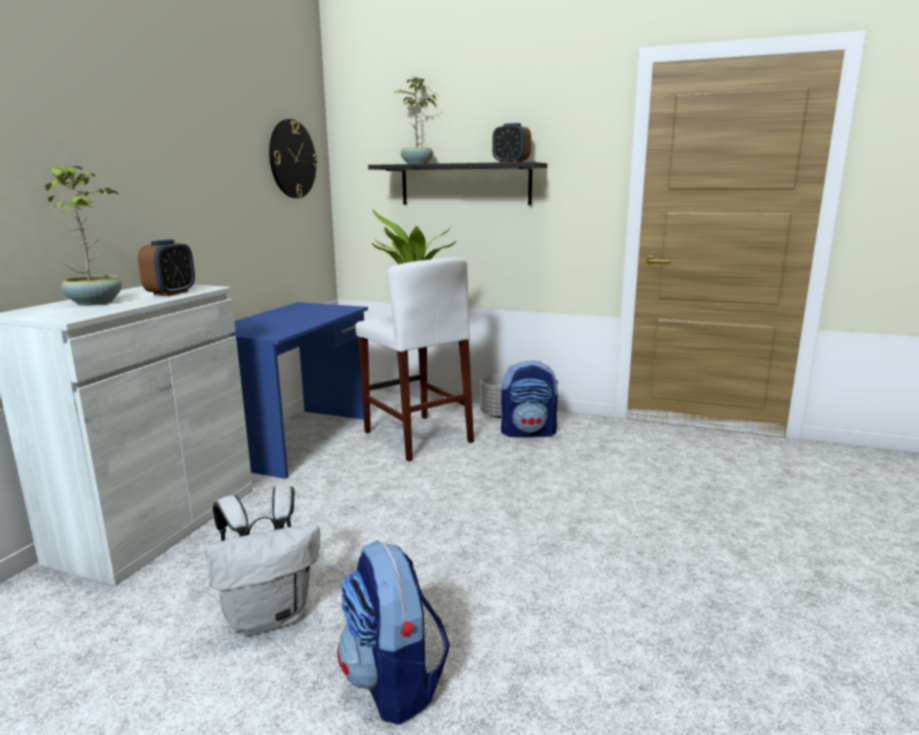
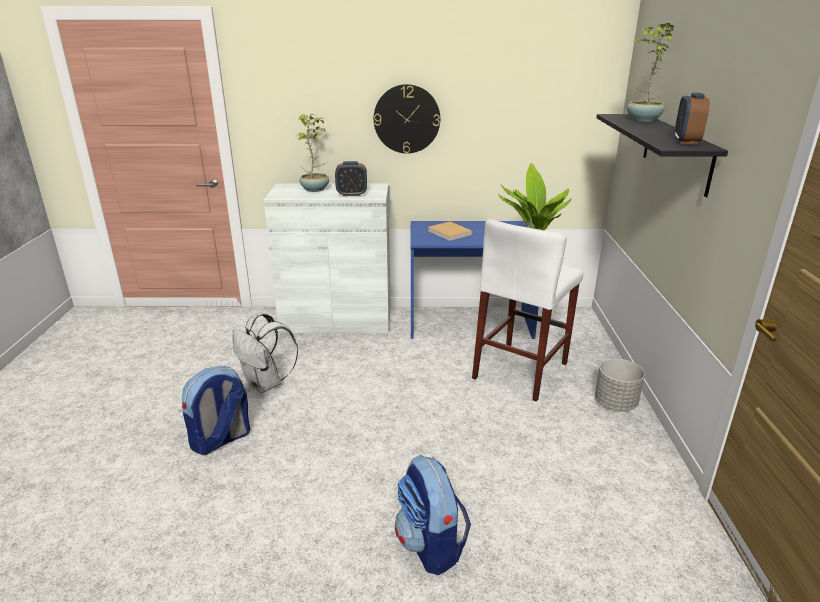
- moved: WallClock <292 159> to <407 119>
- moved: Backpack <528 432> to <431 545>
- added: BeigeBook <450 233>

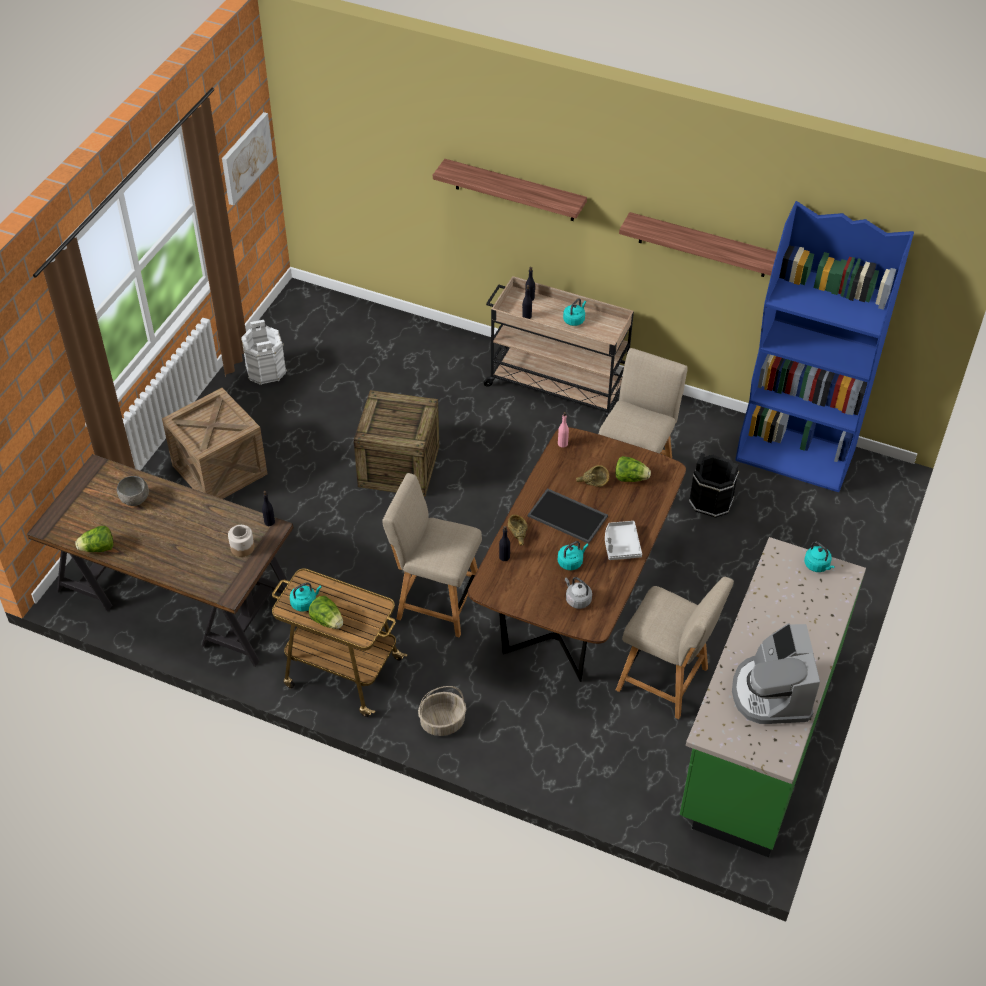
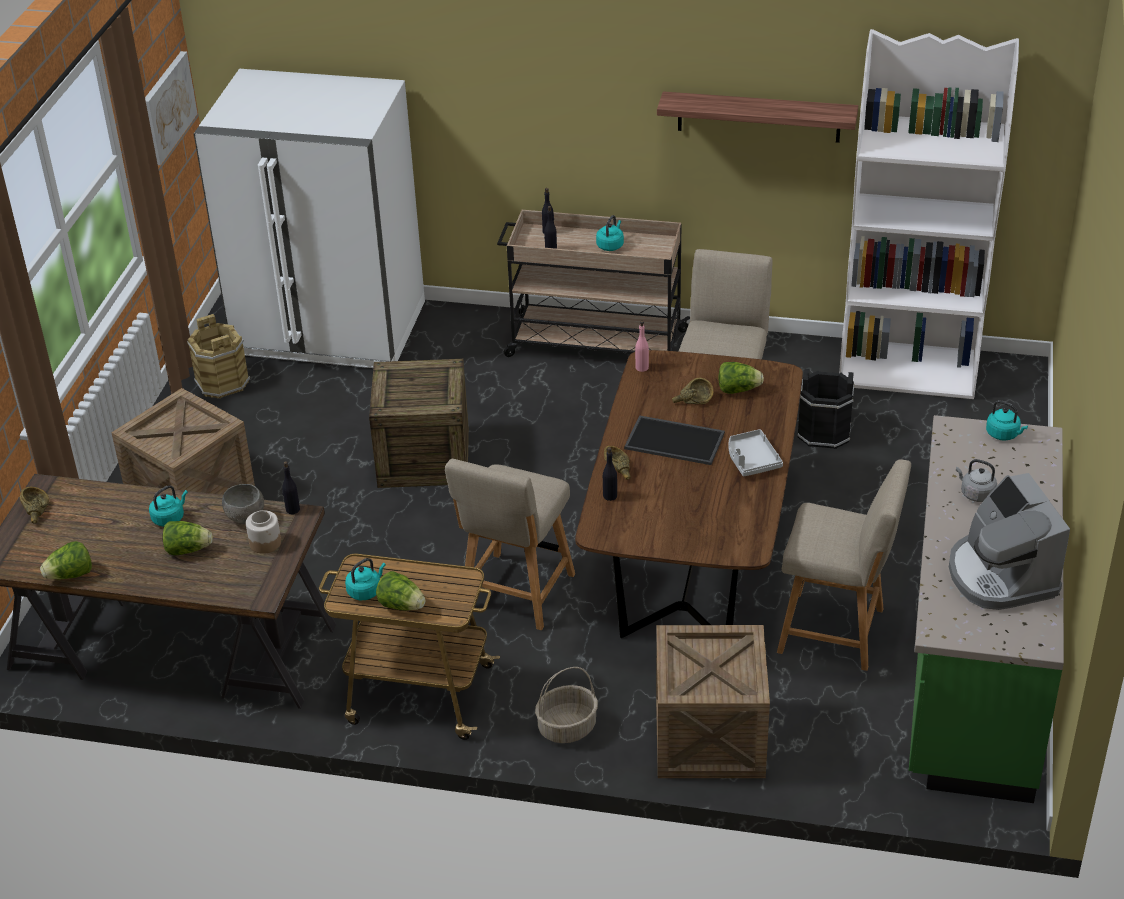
- added: BrownBowl <37 512>
- moved: TurquoiseKettle <571 562> to <170 518>
- added: Lettuce <188 550>
- recoloured: WhiteBucket <266 370> to BrownBucket <223 382>
- added: WhiteFridge <330 330>
- moved: GreyBowl <135 500> to <246 518>
- turned: BeigeChair <435 601> = <515 595> 75 degrees counterclockwise
- added: Crate <709 737>
- recoloured: BlueBookcase <796 455> to WhiteBookcase <909 369>
- moved: GreyKettle <577 600> to <975 494>
- removed: Shelf <514 190>

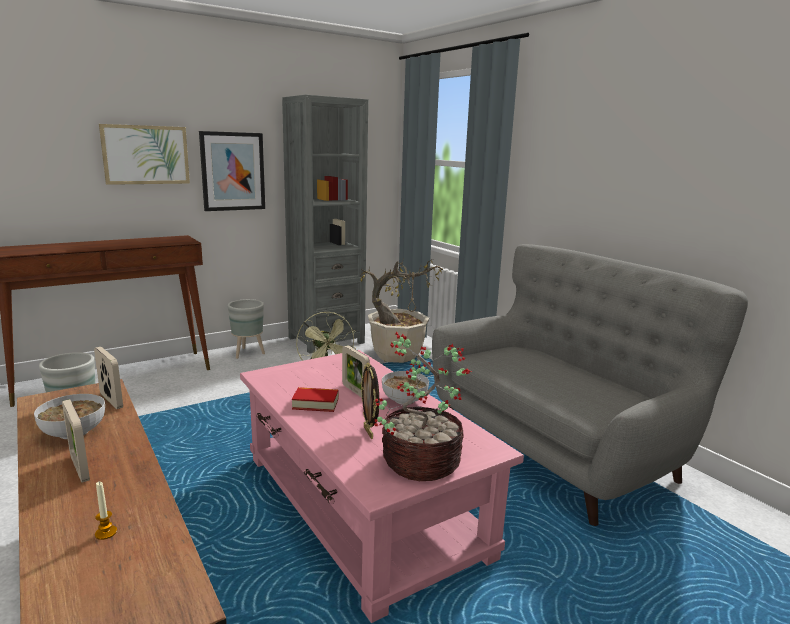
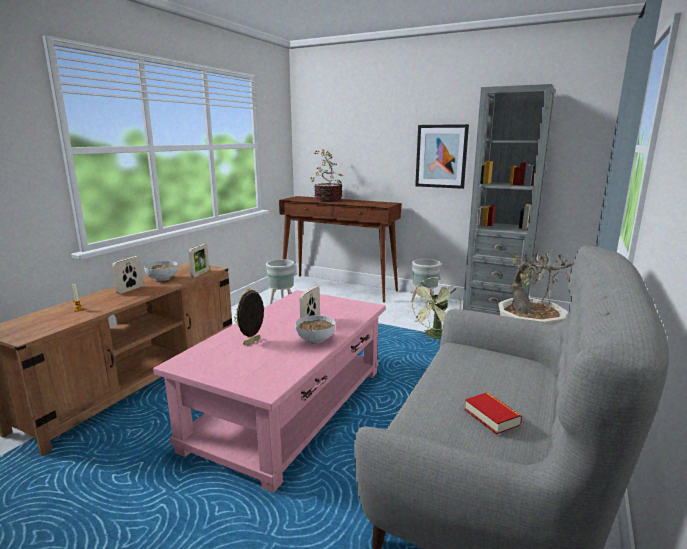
- moved: PottedPlant <418 463> to <327 200>
- moved: Book <315 404> to <491 417>
- removed: Picture <146 155>

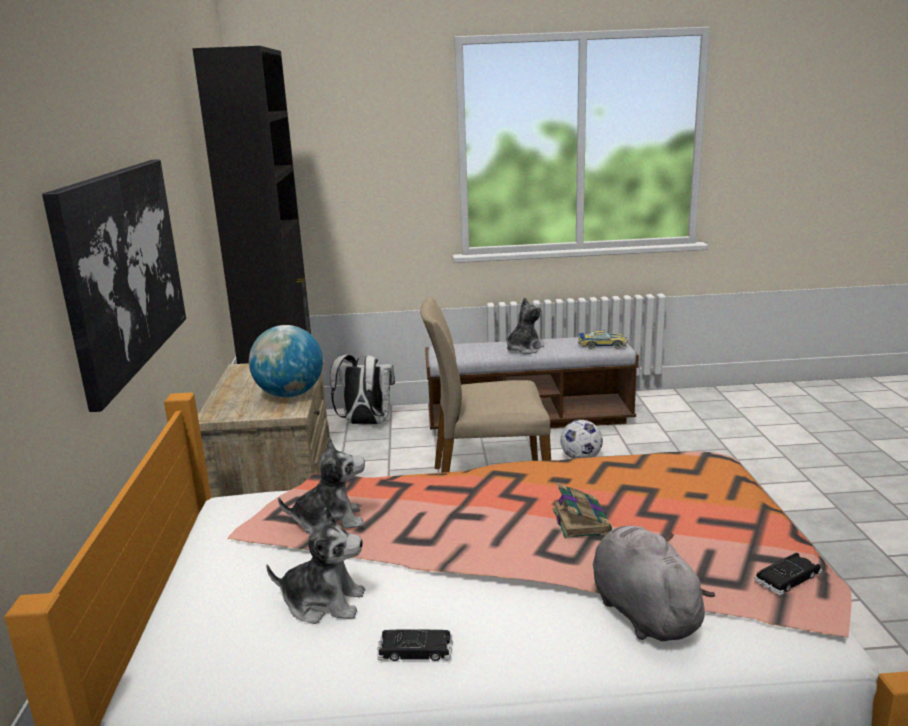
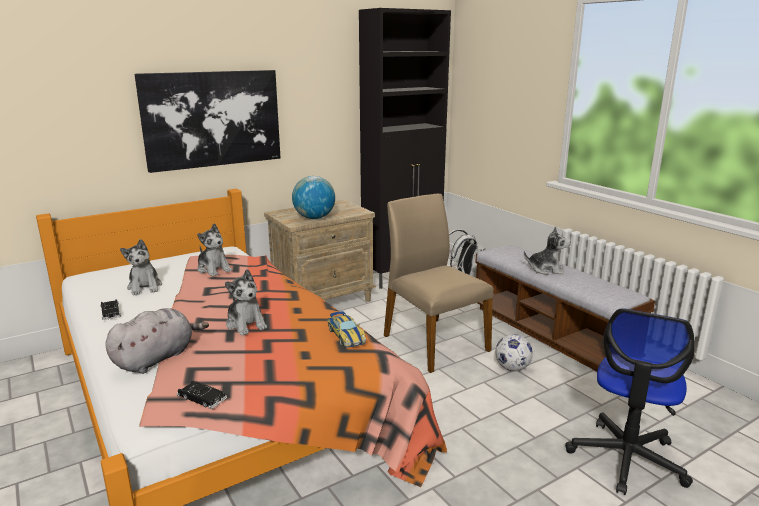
- replaced: Book <580 520> to PlushToy <246 324>
- moved: ToyCar <602 345> to <346 335>
- added: OfficeChair <626 458>

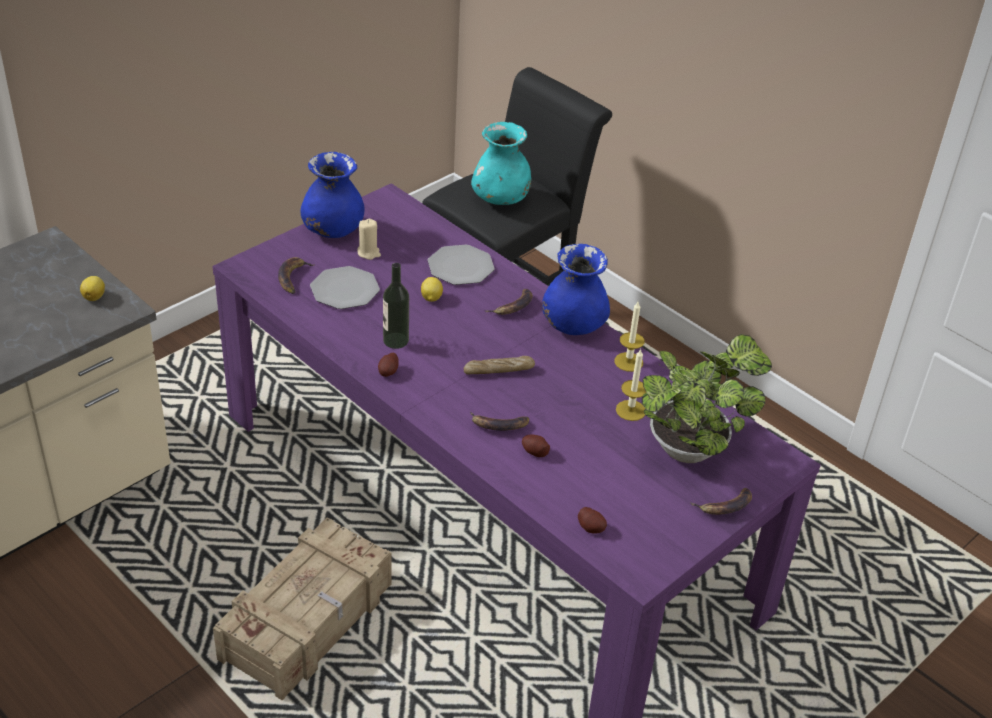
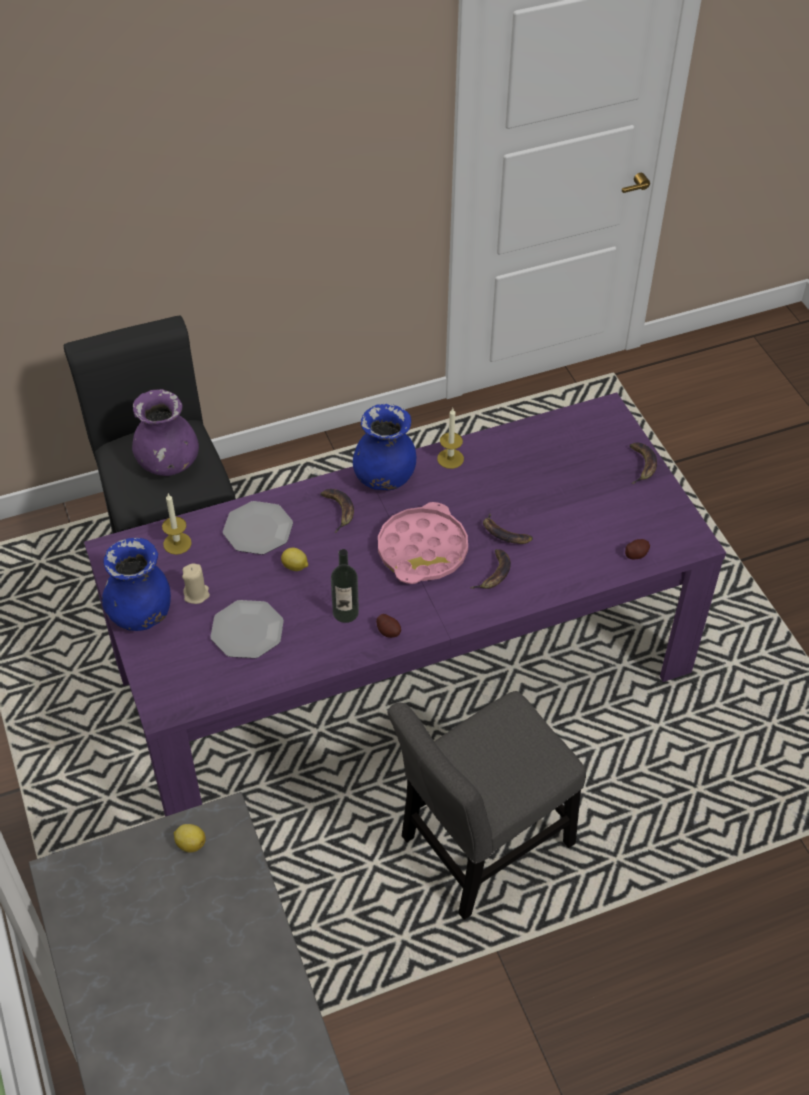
- recoloured: TurquoiseVase <500 199> to PurpleVase <168 463>
- moved: Candle <630 410> to <177 543>
- replaced: Bread <498 370> to PinkTray <422 550>
- replaced: Crate <309 621> to GreyChair <481 847>
- moved: Banana <293 278> to <504 534>
- removed: Potato <534 452>
- removed: PottedPlant <691 446>

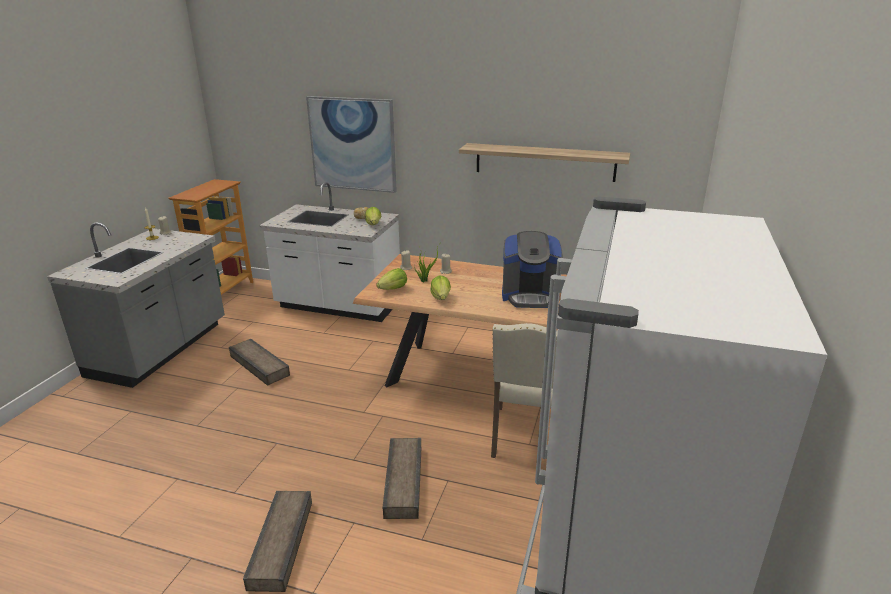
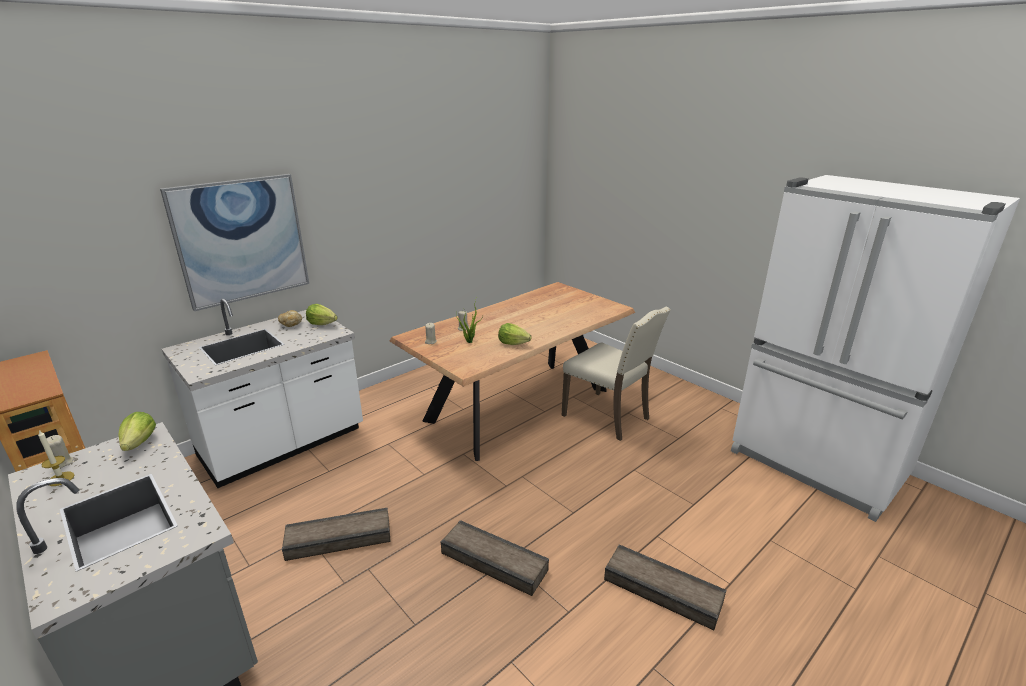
- moved: Lettuce <393 289> to <140 443>
- moved: Crate <405 481> to <494 560>
- removed: Shelf <544 162>
- removed: CoffeeMachine <530 296>

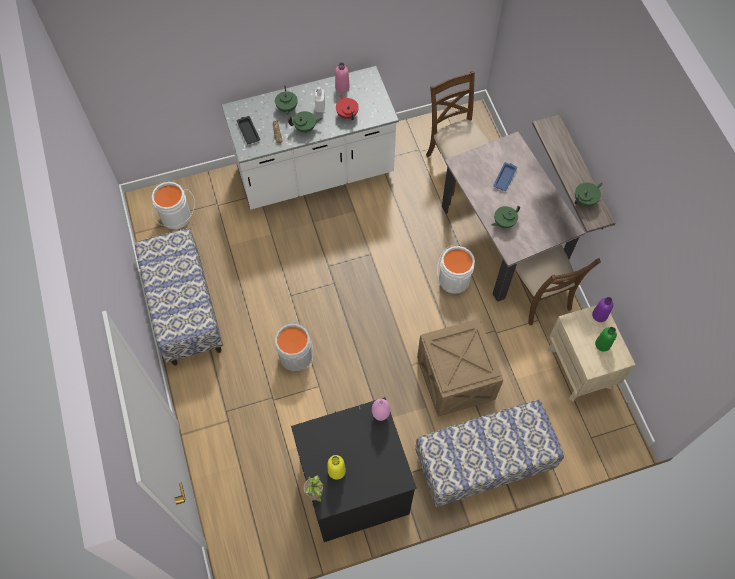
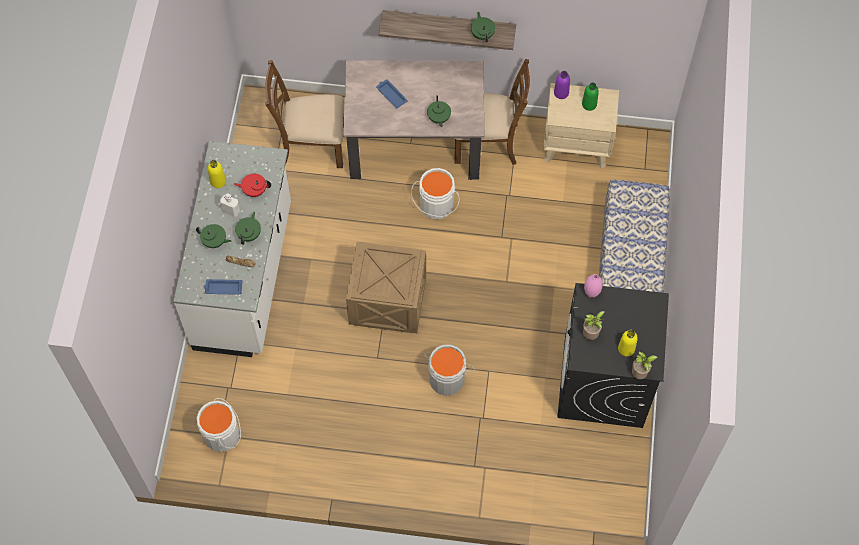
- recoloured: BlackTray <248 131> to BlueTray <223 288>
- recoloured: PinkBottle <342 87> to YellowBottle <218 181>
- moved: Crate <455 377> to <386 301>
- added: PottedPlant <591 335>
- removed: Bench <184 309>

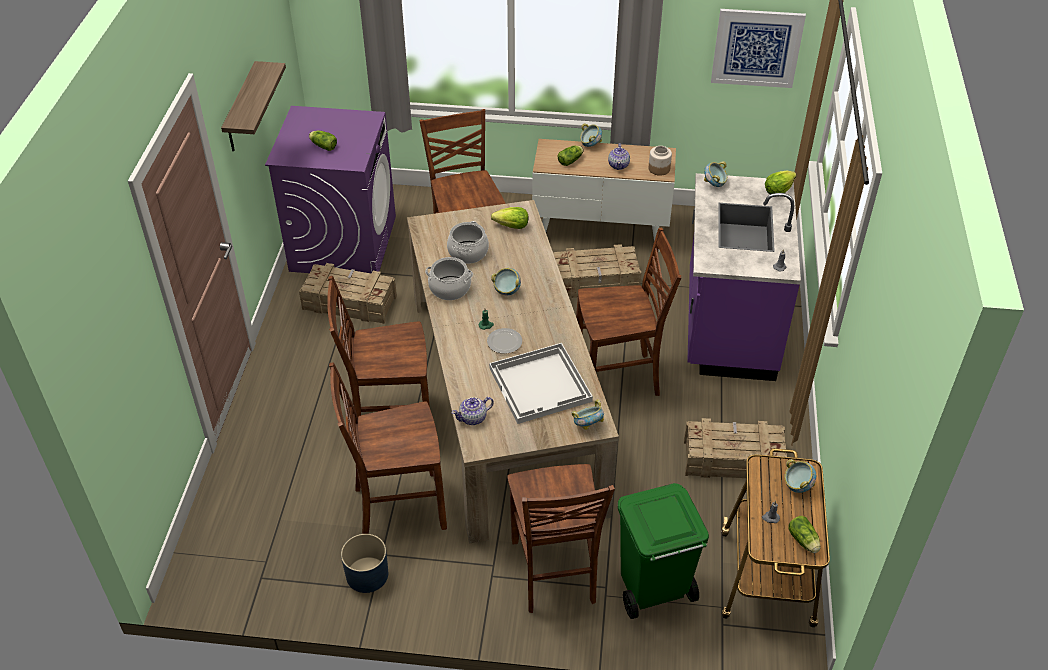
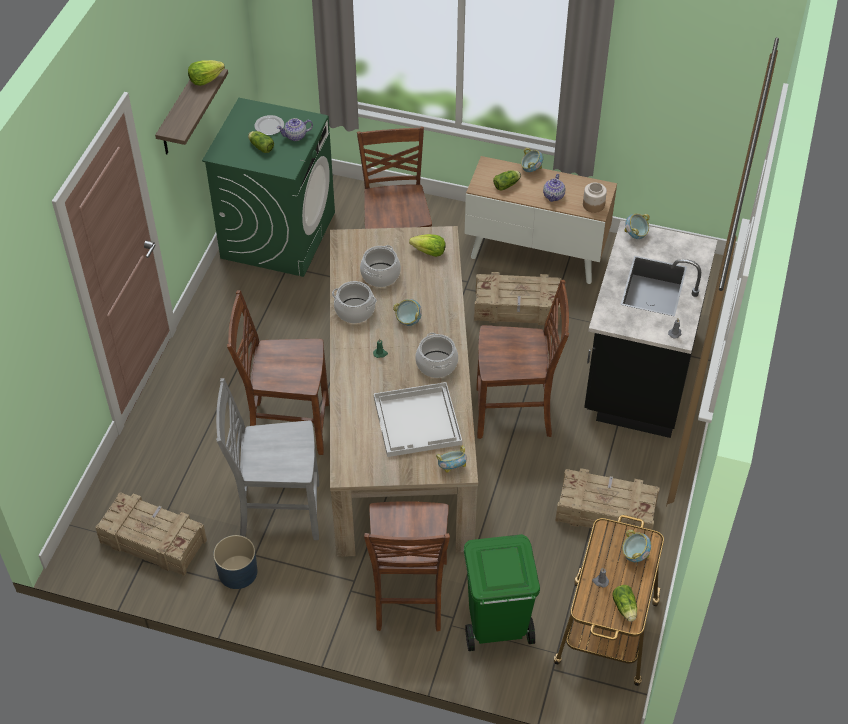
- moved: Crate <349 302> to <153 540>
- moved: Lettuce <778 191> to <205 80>
- recoloured: PurpleWashingMachine <343 243> to GreenWashingMachine <278 234>
- recoloured: BrownChair <397 506> to GreyChair <278 511>
- moved: Plate <504 342> to <269 126>
- moved: Teapot <473 418> to <296 136>
- added: CookingPot <437 364>
- recoloured: PurpleCounter <728 326> to BlackCounter <638 373>
- removed: Picture <756 48>

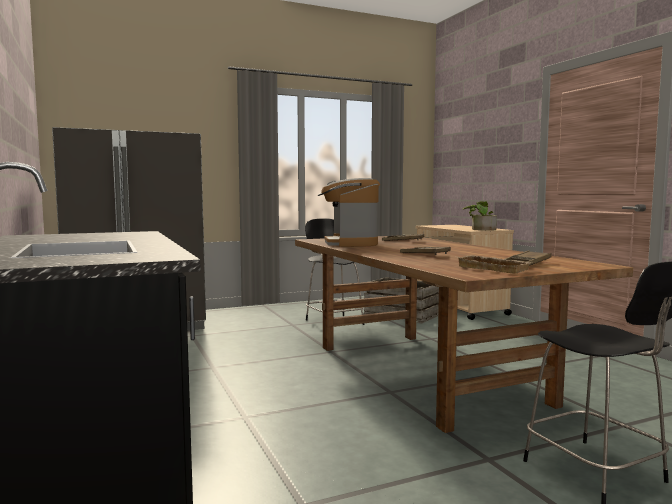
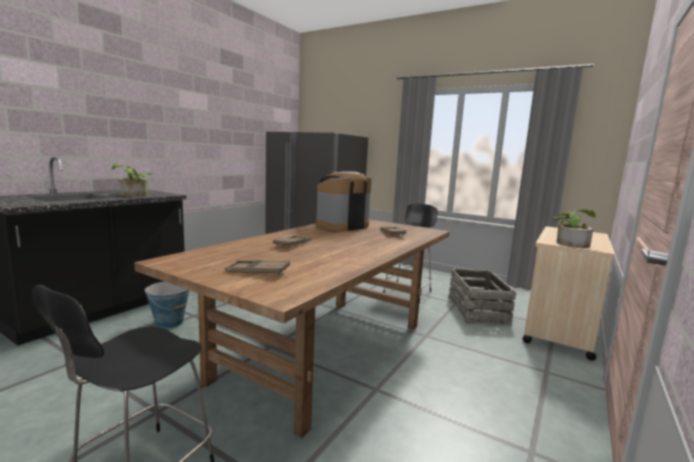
- added: PottedPlant <133 195>
- added: Bucket <169 323>
- removed: BeigeTray <495 268>

